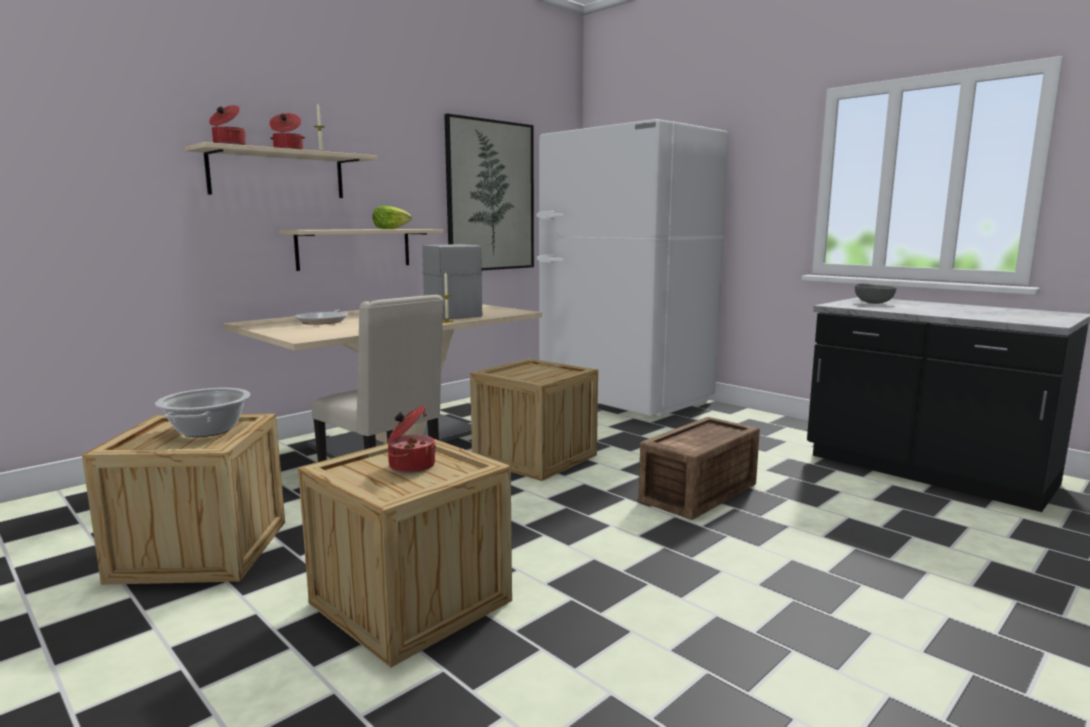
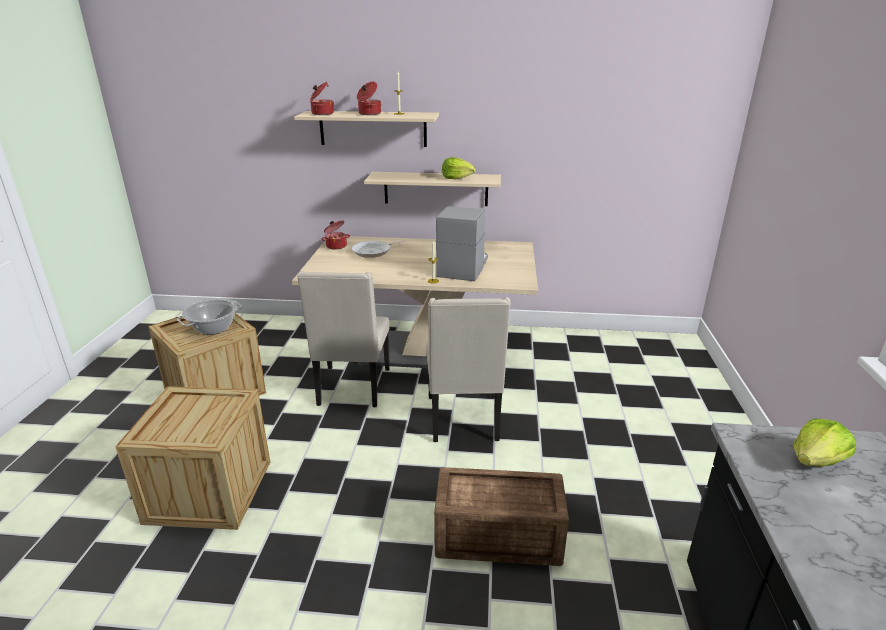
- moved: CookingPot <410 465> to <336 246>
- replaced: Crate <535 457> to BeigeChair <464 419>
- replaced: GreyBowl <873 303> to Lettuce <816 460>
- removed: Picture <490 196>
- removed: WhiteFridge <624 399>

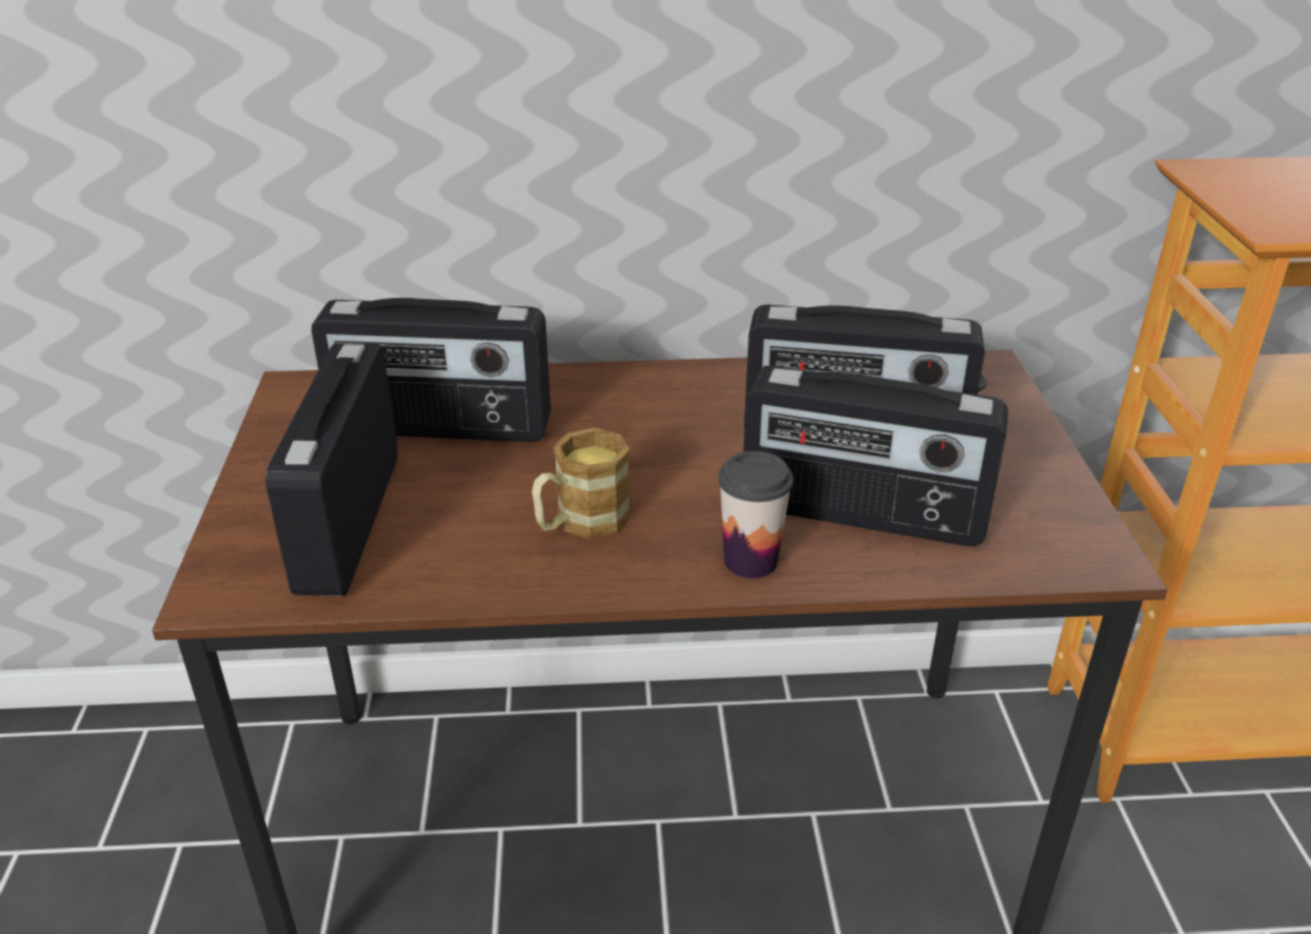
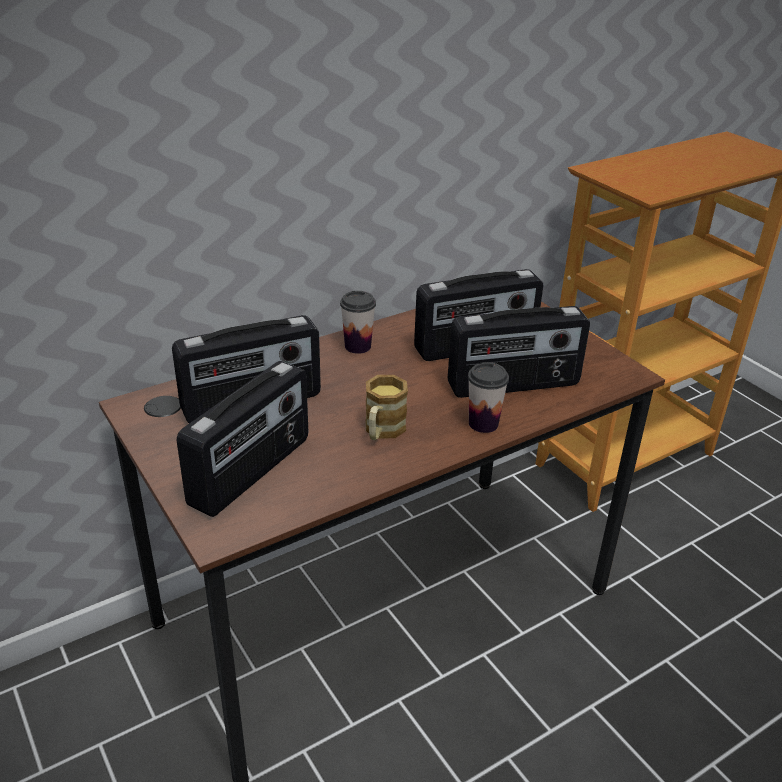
- turned: Radio <347 522> = <252 472> 120 degrees counterclockwise
- added: Cup <358 346>

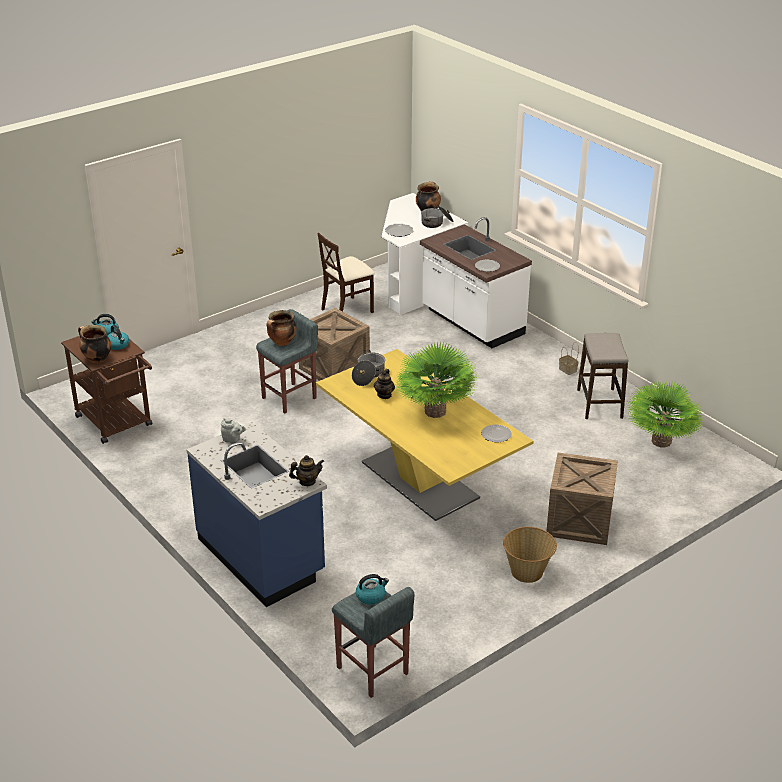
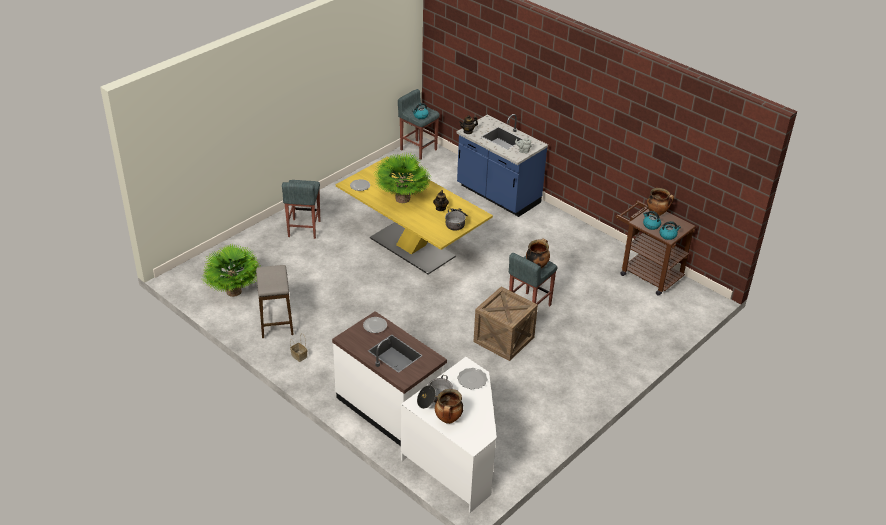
- replaced: Crate <579 521> to GreyStool <304 229>
- removed: BeigeChair <347 310>
- removed: Basket <527 572>

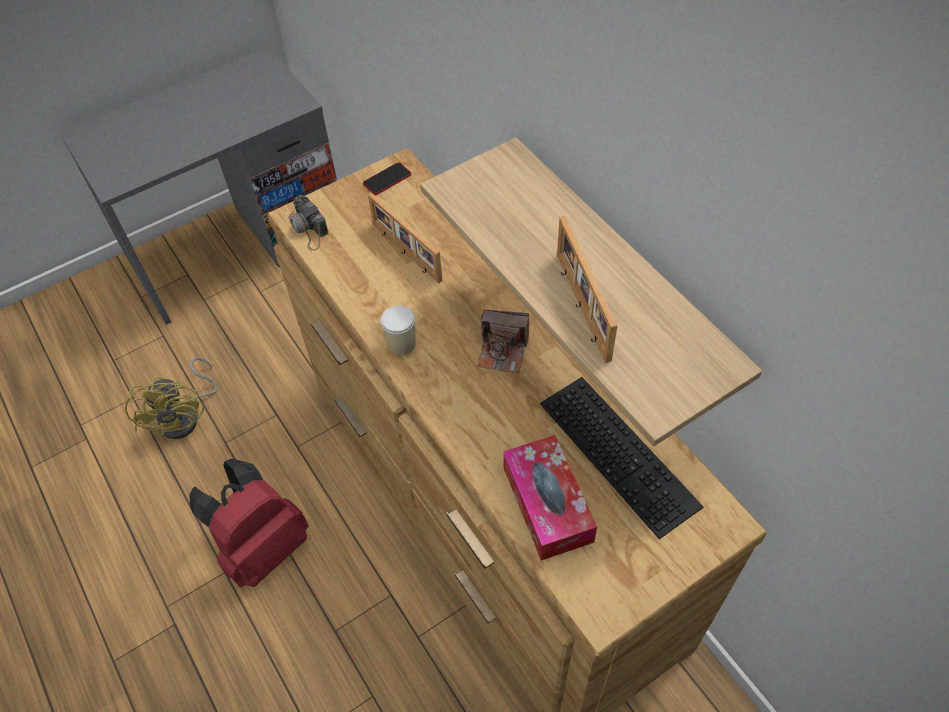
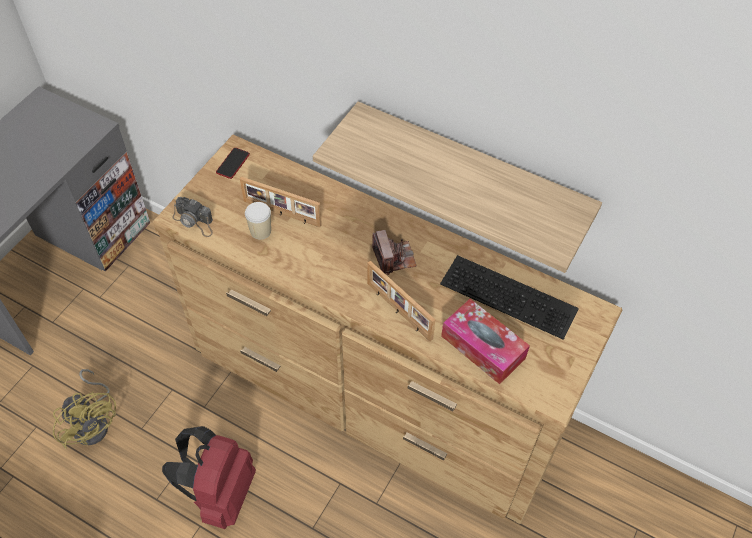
- moved: Cup <401 344> to <260 231>
- moved: PictureFrame <580 306> to <398 311>
- turned: PhotoCamera <503 351> = <394 258> 90 degrees counterclockwise

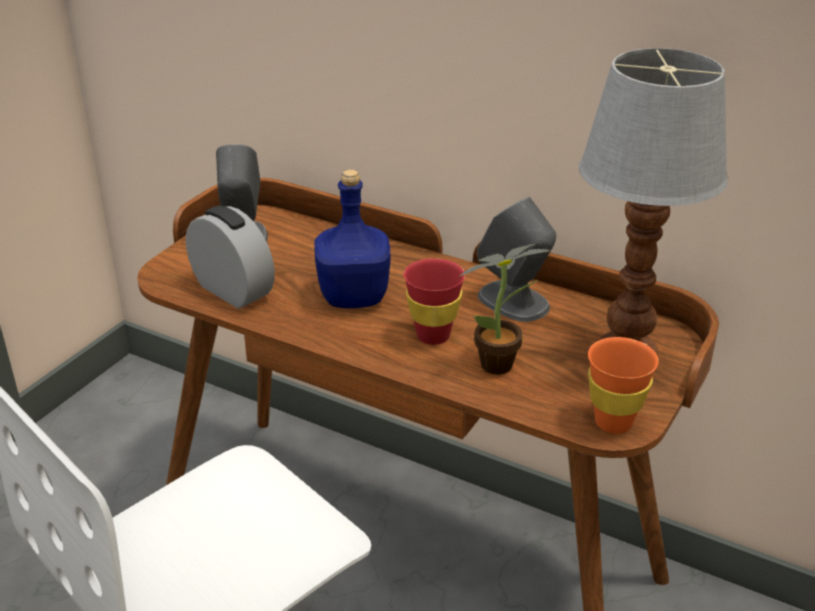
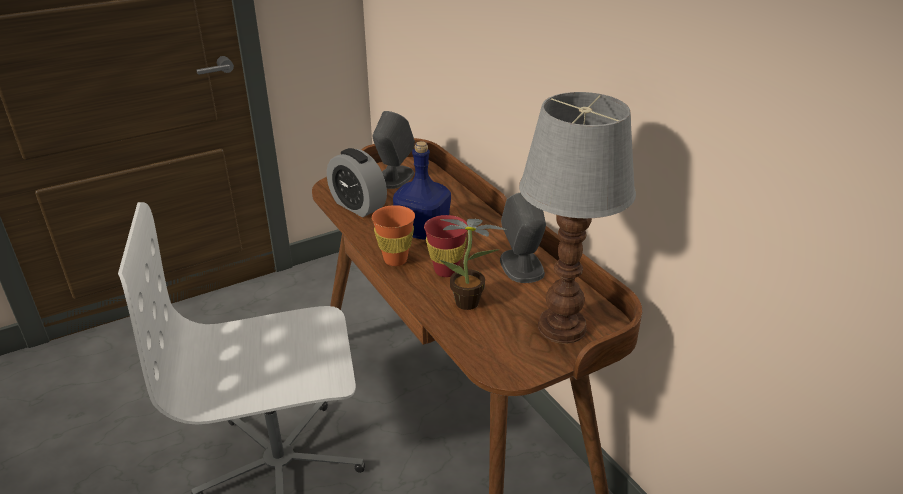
- turned: AlarmClock <233 290> = <358 206> 150 degrees clockwise
- moved: OrangeCup <613 423> to <395 260>

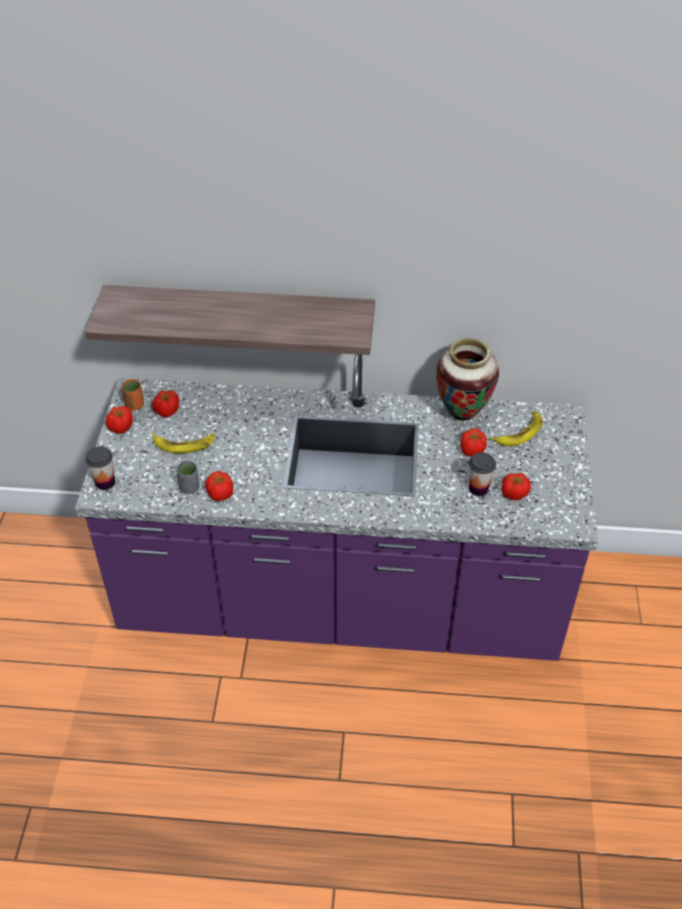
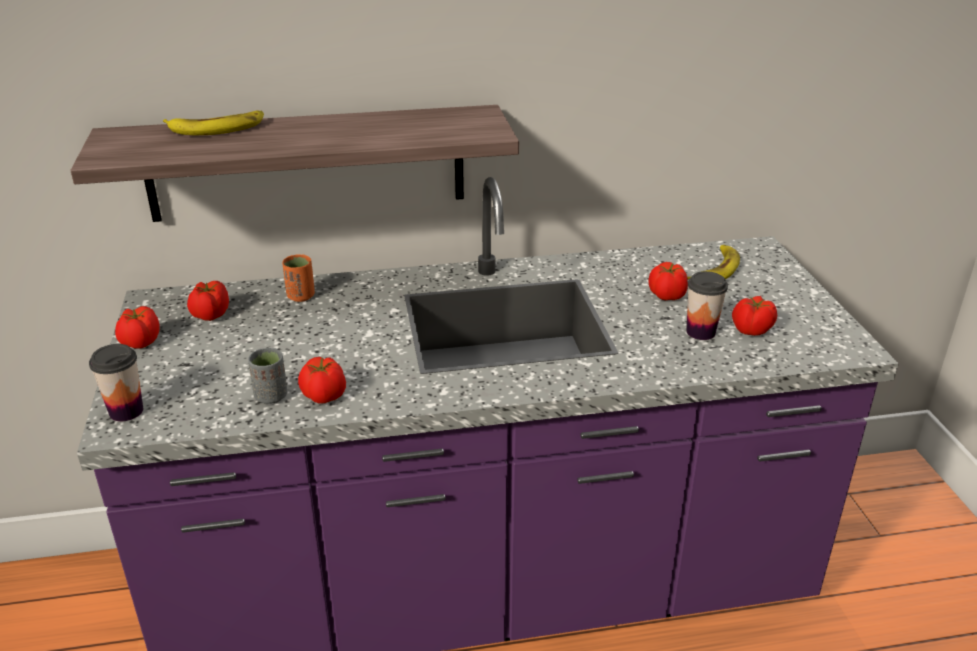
- moved: Banana <184 444> to <217 128>
- moved: OrangeCup <135 405> to <301 296>
- removed: Vase <462 414>

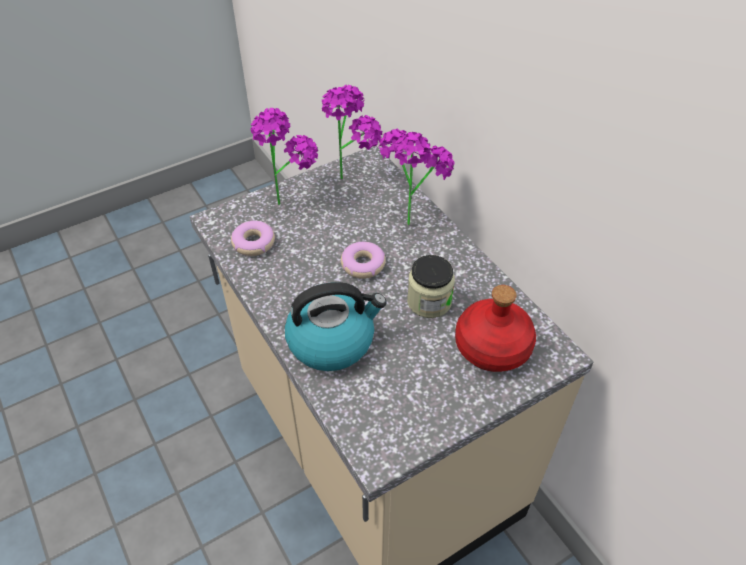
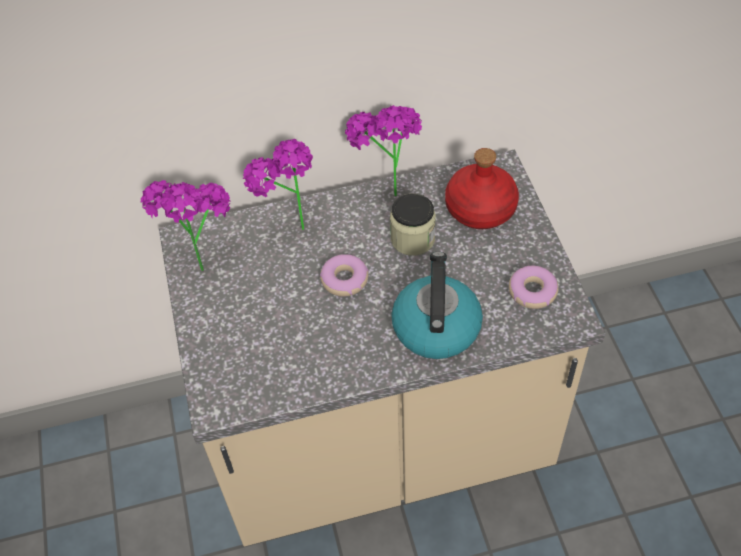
- moved: PottedPlant <288 197> to <387 187>
- moved: Donut <253 243> to <532 292>

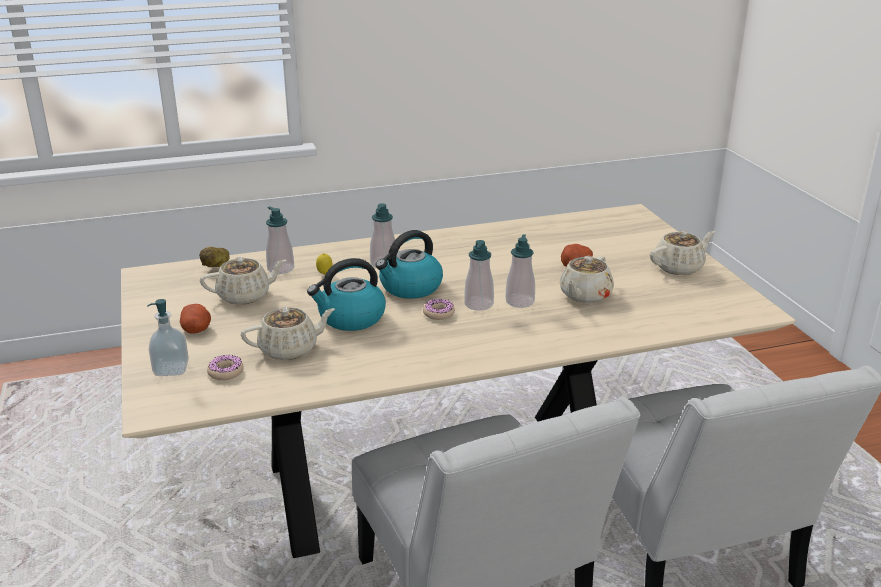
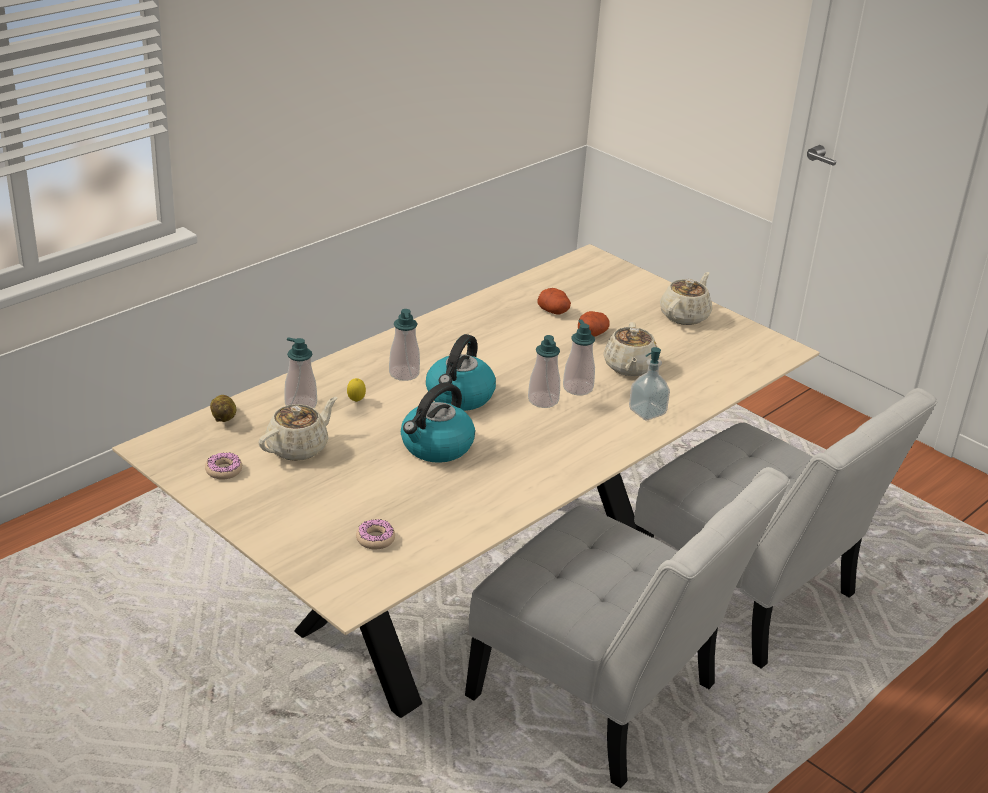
- moved: Donut <438 313> to <223 470>
- moved: Potato <196 329> to <554 311>
- moved: SoapDispenser <171 369> to <647 412>
- removed: BeigeTeapot <289 349>

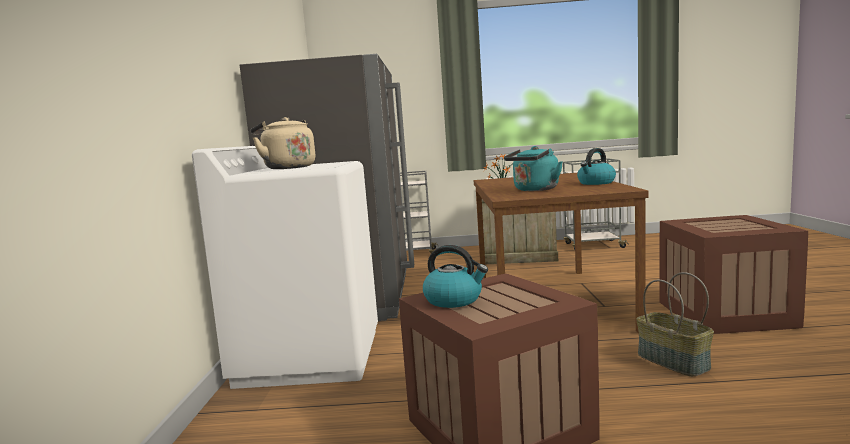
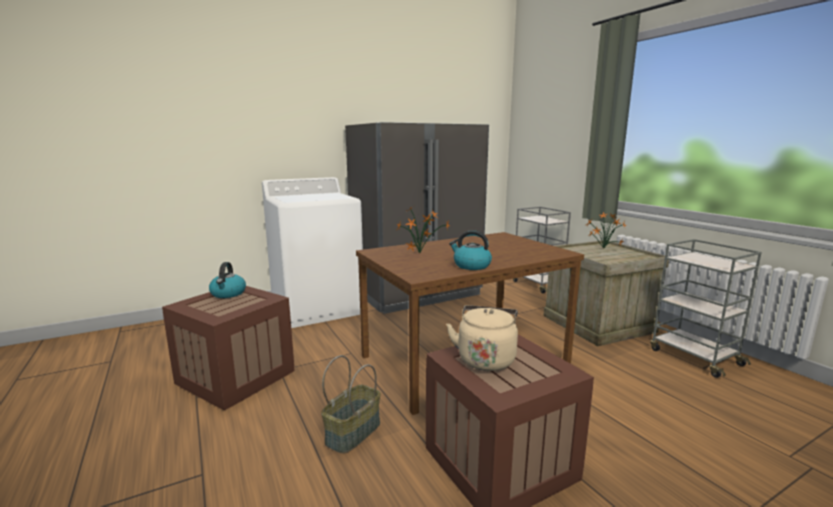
- replaced: TurquoiseKettle <534 190> to PottedPlant <420 253>
- moved: BeigeKettle <287 168> to <486 358>

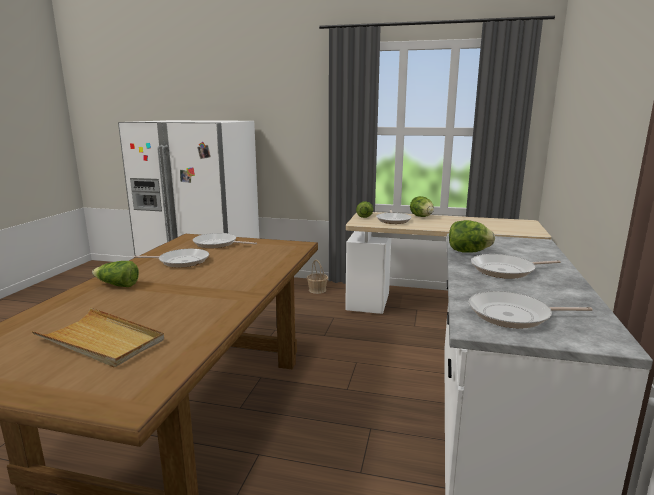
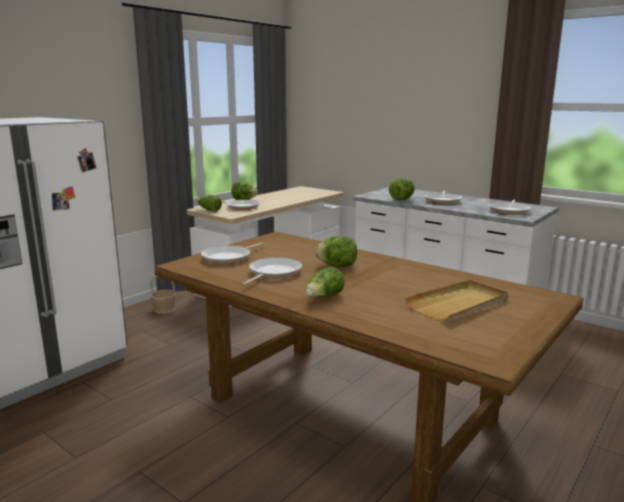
- added: Lettuce <337 266>

